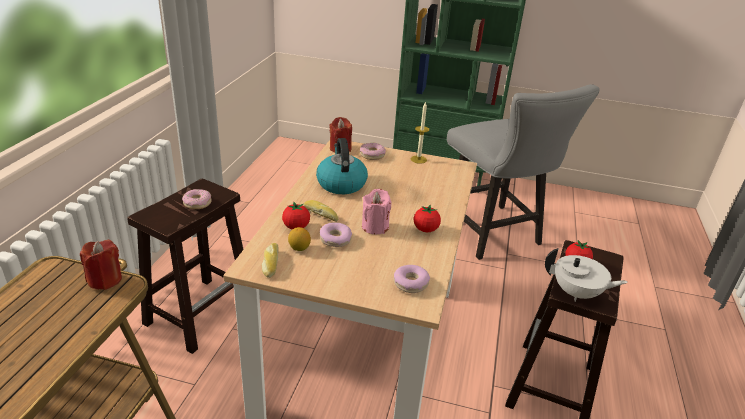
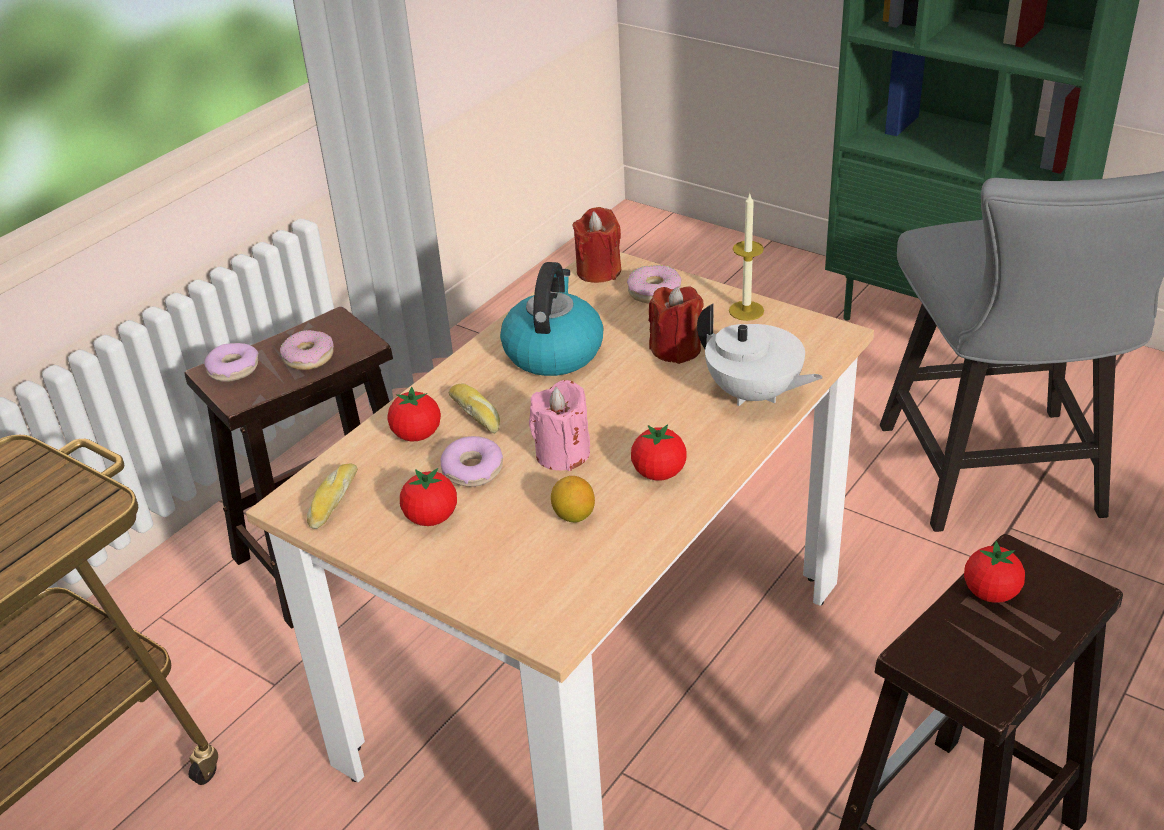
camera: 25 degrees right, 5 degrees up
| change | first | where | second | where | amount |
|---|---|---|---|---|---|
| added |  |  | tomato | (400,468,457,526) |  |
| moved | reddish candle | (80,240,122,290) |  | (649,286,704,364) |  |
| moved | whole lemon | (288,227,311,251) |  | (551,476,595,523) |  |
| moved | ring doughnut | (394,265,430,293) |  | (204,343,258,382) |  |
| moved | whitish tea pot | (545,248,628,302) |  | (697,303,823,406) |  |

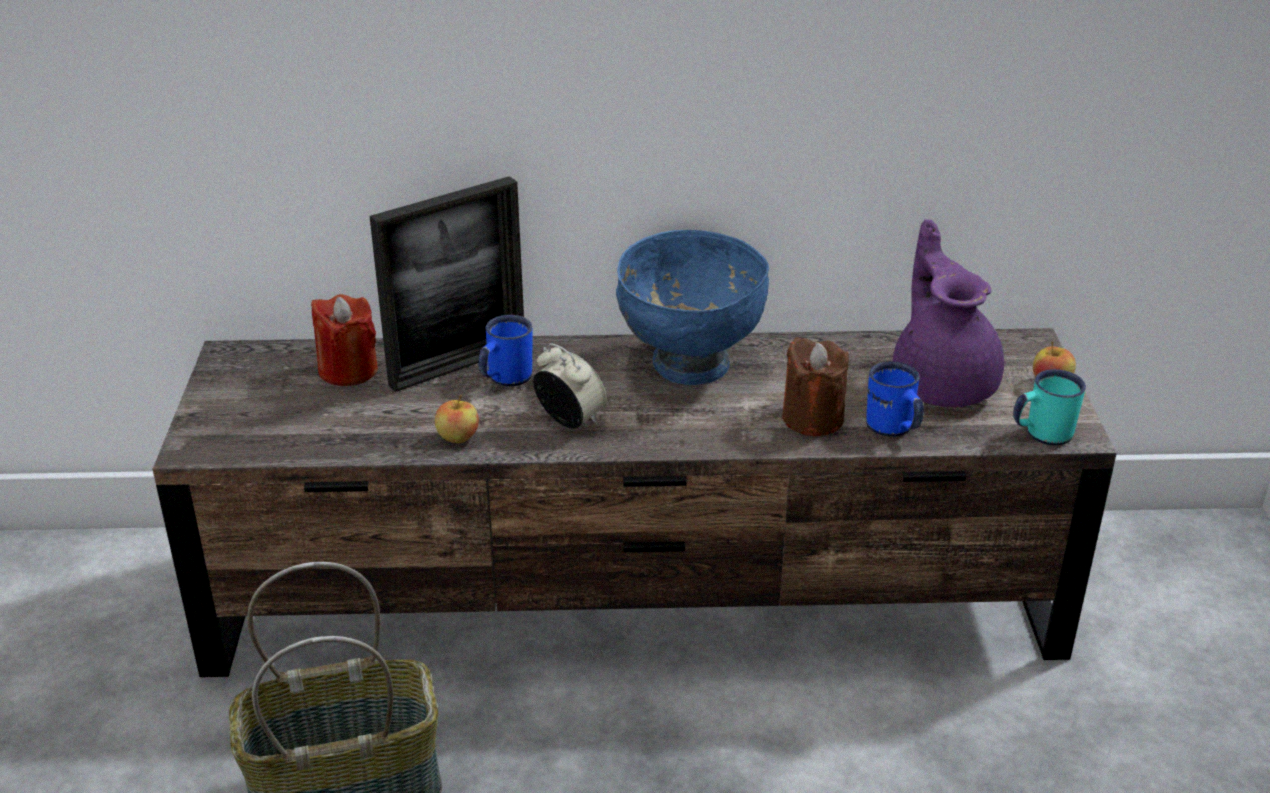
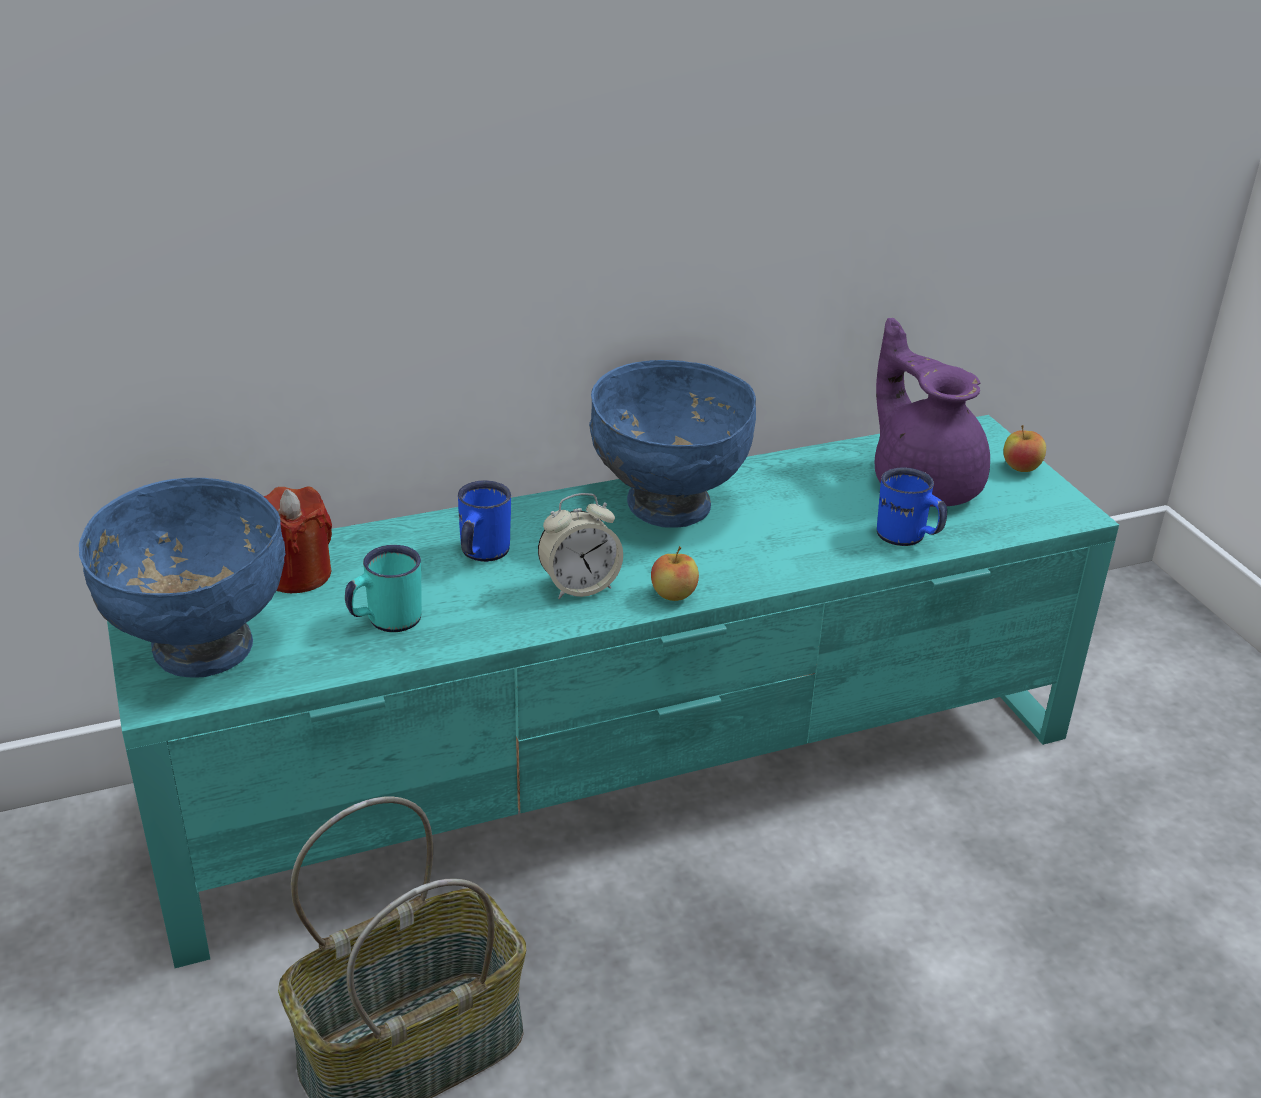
camera: 20 degrees left, 0 degrees up
| change | first | where | second | where | amount |
|---|---|---|---|---|---|
| removed | standing frame | (369,176,524,392) |  |  |  |
| removed | brown-coloured candle | (782,337,849,436) |  |  |  |
| added |  |  | blue-coloured deep dish | (79,478,286,678) |  |
| moved | apple fruit | (435,394,479,443) |  | (651,546,699,601) |  |
| moved | turquoise tea mug | (1013,369,1086,446) |  | (345,545,422,632) |  |
| recoloured | brown-coloured tv stand | (153,328,1117,677) | turquoise tv stand | (107,415,1119,968) |  |
| turned | alarm clock | (533,343,607,429) |  | (538,493,623,599) | 135 degrees clockwise |

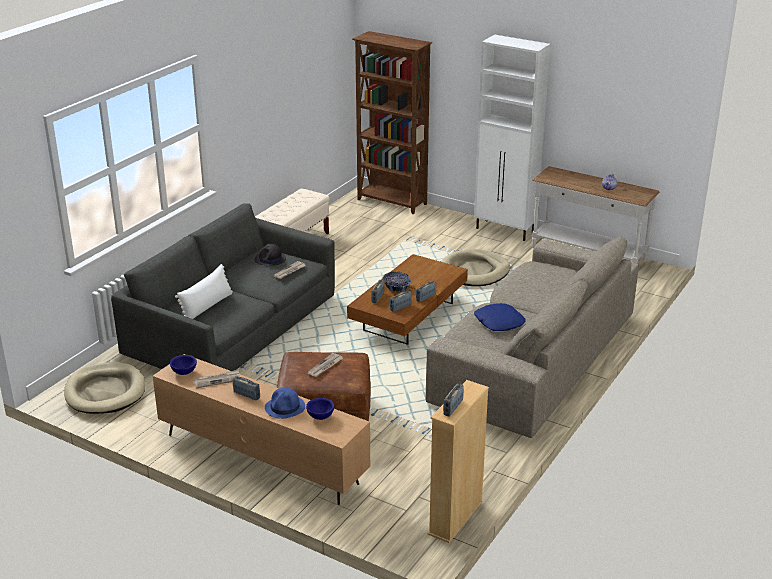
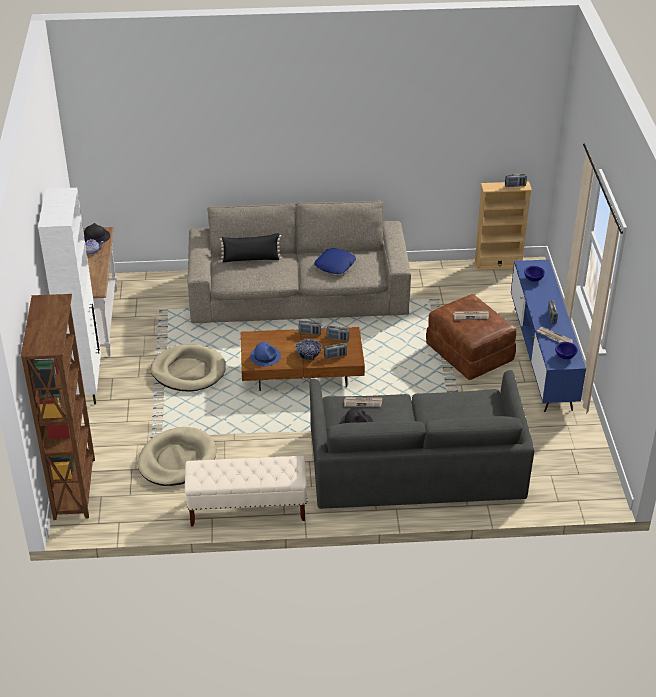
camera: 125 degrees left, 10 degrees up
| change | first | where | second | where | amount |
|---|---|---|---|---|---|
| removed | whitish throw pillow | (175,264,233,319) |  |  |  |
| added |  |  | black-coloured hat | (84,223,110,244) |  |
| added |  |  | black-coloured throw pillow | (220,233,281,263) |  |
| moved | beige-coloured dog bed | (64,362,146,414) |  | (138,427,216,486) |  |
| moved | blue-coloured hat | (265,387,305,419) |  | (250,342,281,367) |  |
| recoloured | brown-coloured tv stand | (153,354,370,505) | blue-coloured tv stand | (511,260,586,412) |  |

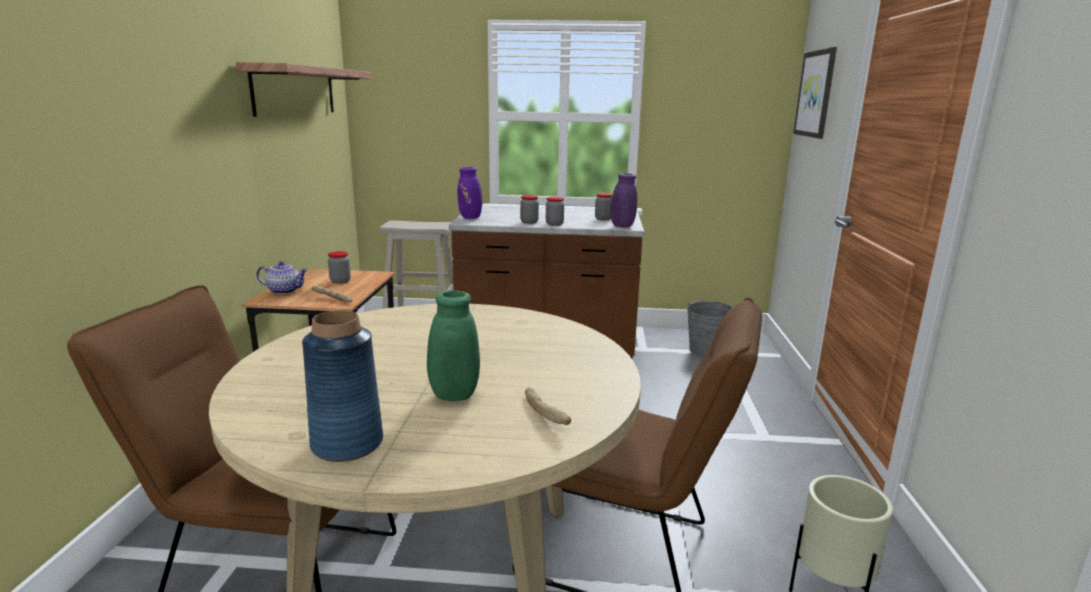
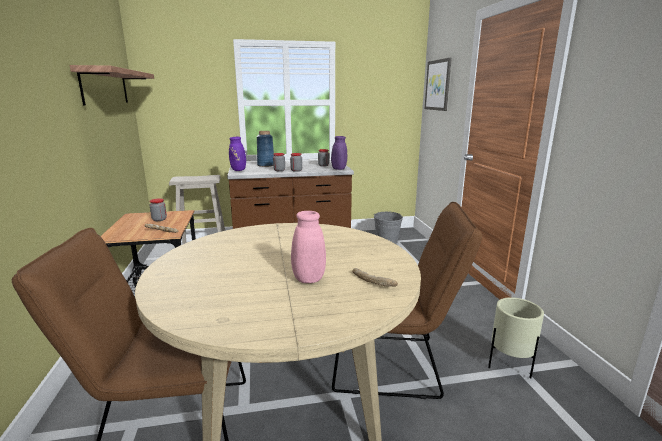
camera: 15 degrees left, 0 degrees up
| change | first | where | second | where | amount |
|---|---|---|---|---|---|
| removed | tea pot | (257,261,308,295) |  |  |  |
| moved | blue-coloured vase | (302,310,383,462) |  | (257,131,274,167) |  |
| recoloured | green-coloured vase | (394,291,480,401) | pink vase | (289,211,326,283) |  |

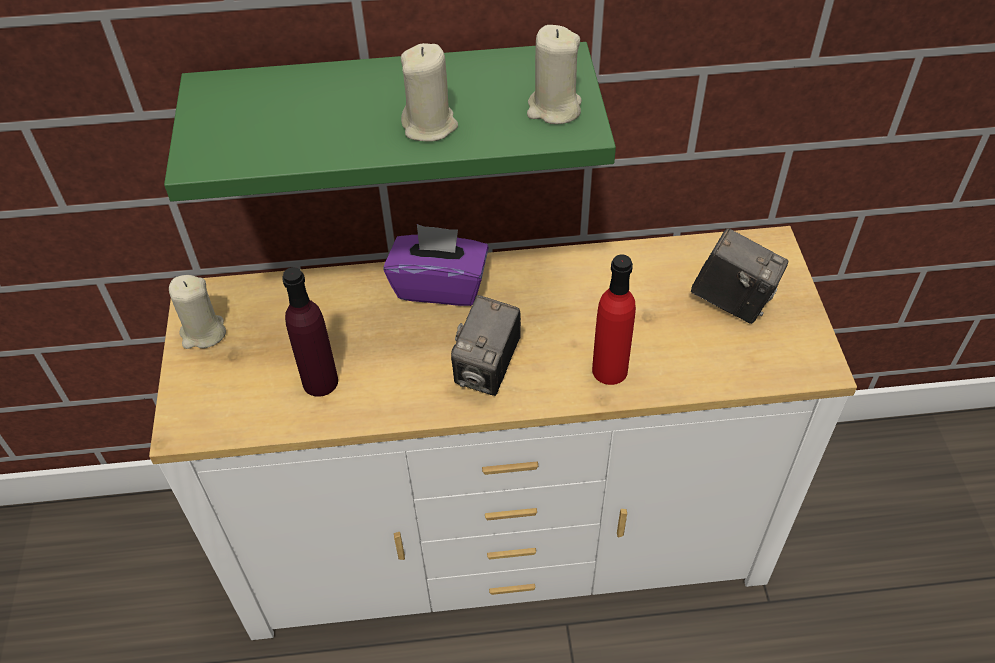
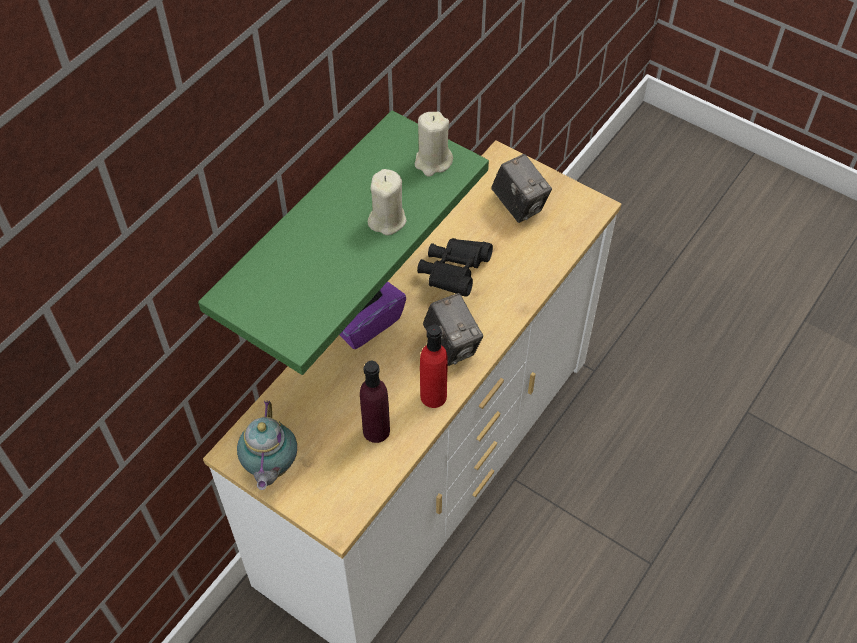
camera: 50 degrees left, 5 degrees up
| change | first | where | second | where | amount |
|---|---|---|---|---|---|
| added |  |  | black-coloured binoculars | (417,238,493,297) |  |
| moved | reddish bottle | (592,254,636,385) |  | (420,325,448,408) |  |
| replaced | beige-coloured candle | (169,275,226,349) | tea pot | (237,400,297,490) |  |
| turned | photo camera | (691,228,788,324) |  | (491,154,552,223) | 75 degrees clockwise |

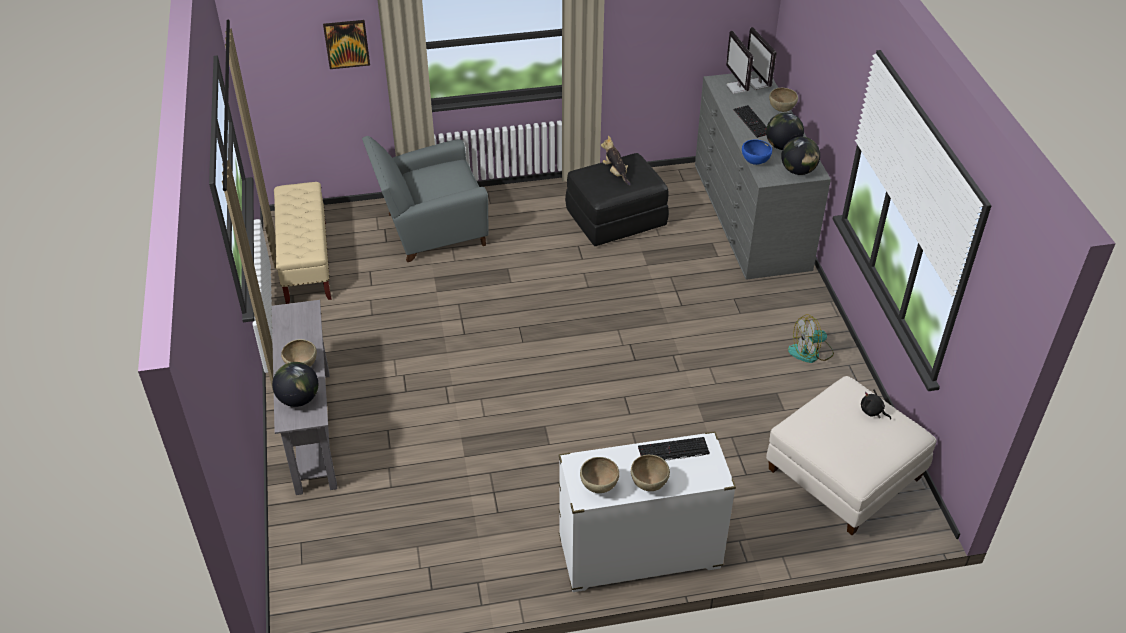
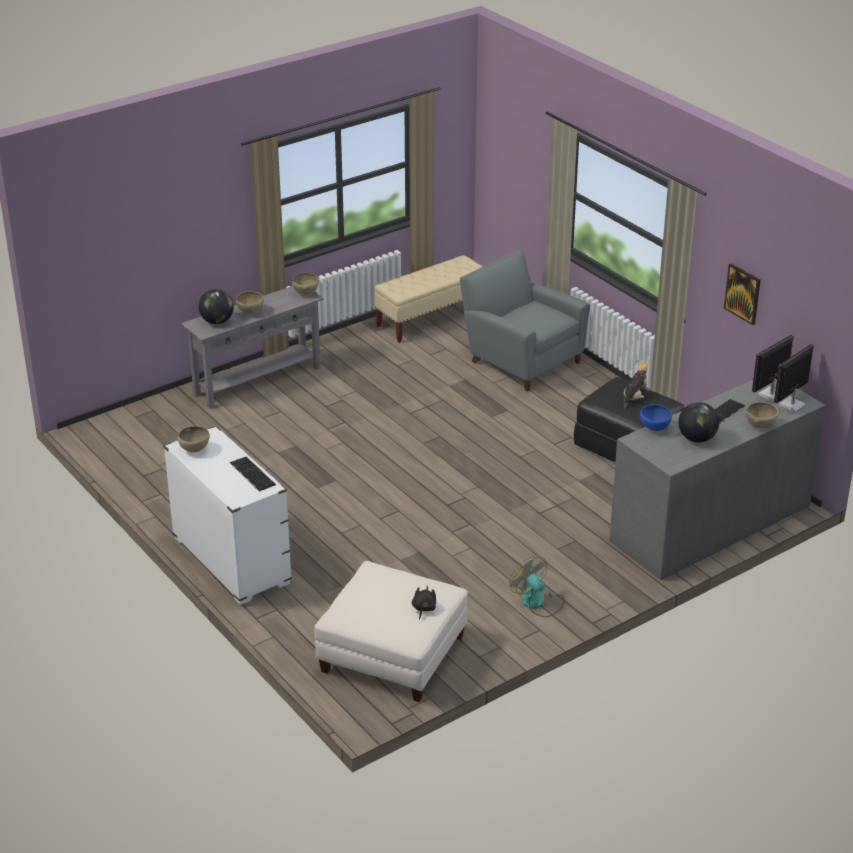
camera: 65 degrees right, 10 degrees down
| change | first | where | second | where | amount |
|---|---|---|---|---|---|
| removed | globe | (781,137,820,175) |  |  |  |
| moved | wall art | (323,20,370,69) |  | (724,264,761,325) |  |
| moved | brown-coloured deep dish | (631,455,670,491) |  | (292,273,319,295) |  |

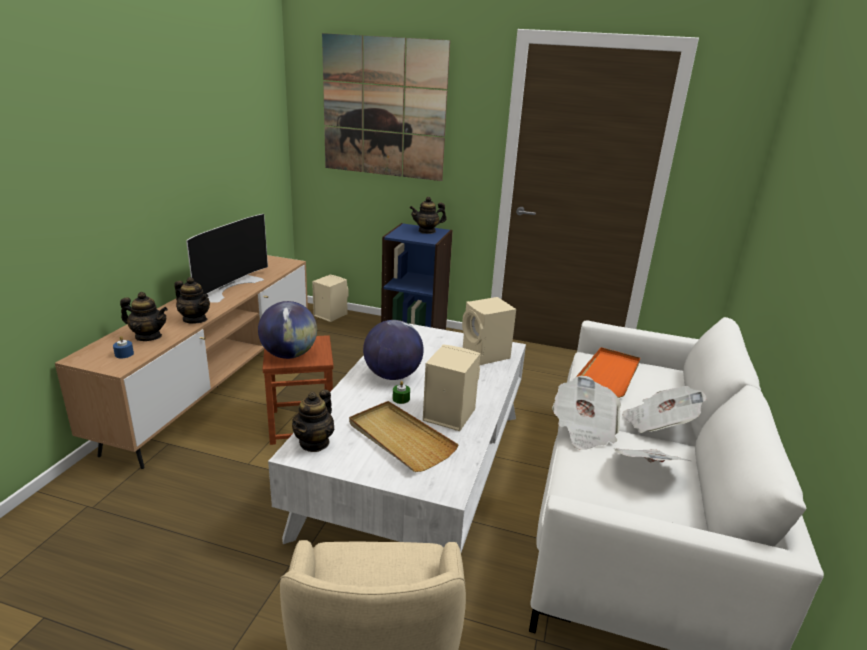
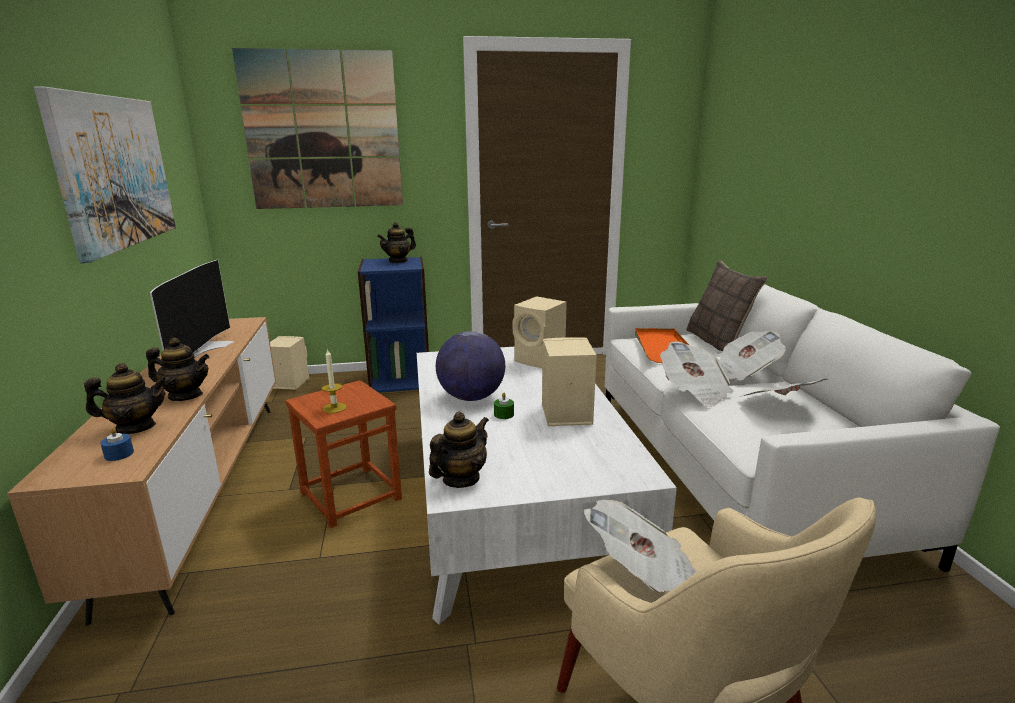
camera: 25 degrees left, 5 degrees down
| change | first | where | second | where | amount |
|---|---|---|---|---|---|
| removed | beige-coloured tray | (349,401,459,472) |  |  |  |
| added |  |  | wall art | (34,87,176,263) |  |
| added |  |  | daily paper | (584,500,697,592) |  |
| added |  |  | throw pillow | (687,260,768,351) |  |
| replaced | globe | (258,301,317,359) | candle | (322,348,347,413) |  |
| turned | tea pot | (292,389,335,452) |  | (429,412,489,488) | 135 degrees counterclockwise |

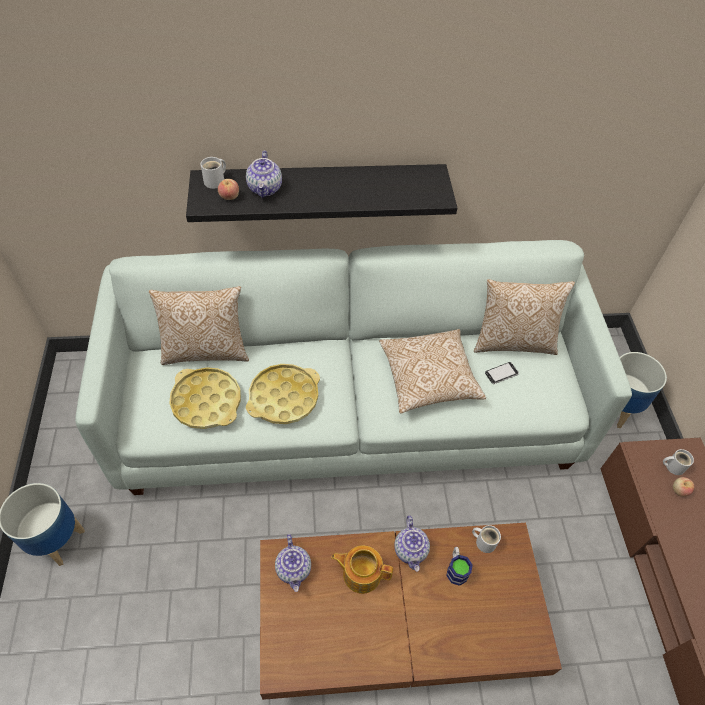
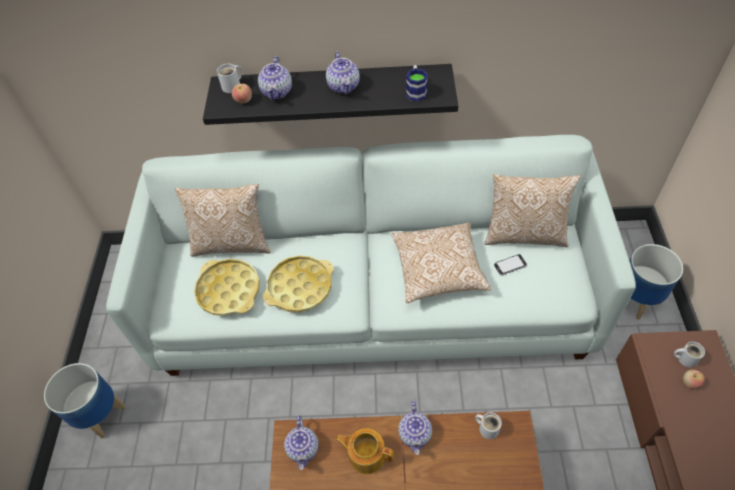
camera: 10 degrees right, 0 degrees up
| change | first | where | second | where | amount |
|---|---|---|---|---|---|
| added |  |  | tea pot | (326,51,360,94) |  |
| moved | tea mug | (446,547,473,586) |  | (406,65,428,102) |  |

